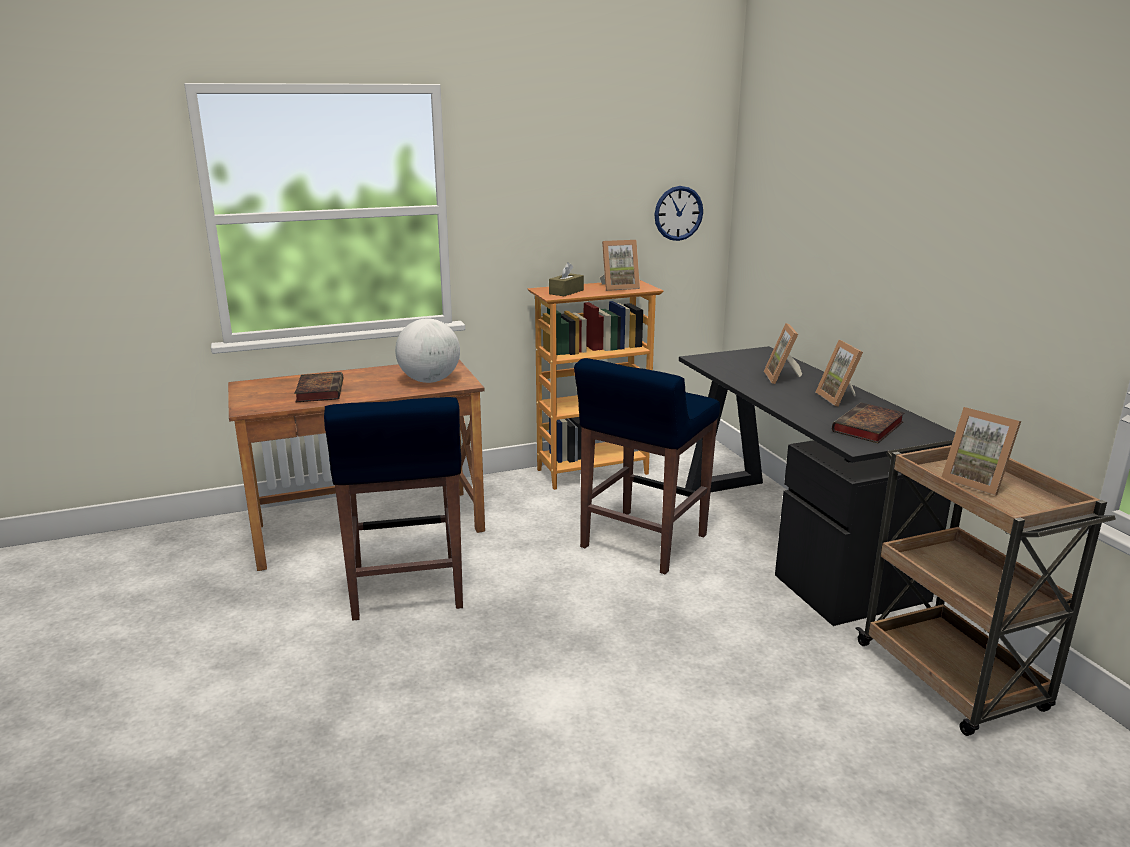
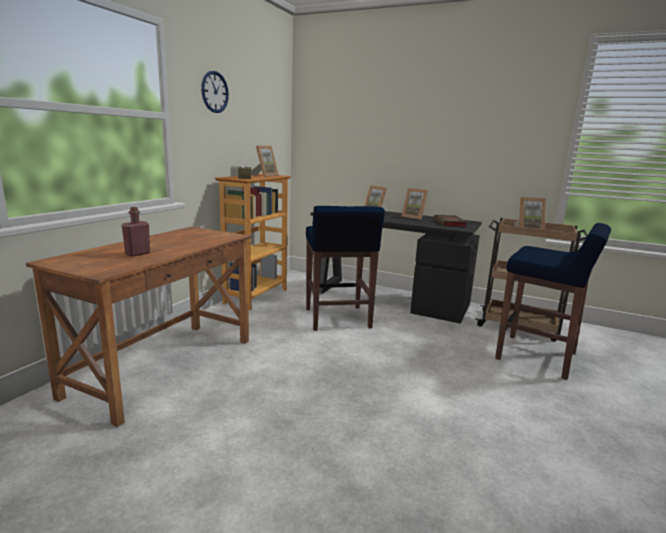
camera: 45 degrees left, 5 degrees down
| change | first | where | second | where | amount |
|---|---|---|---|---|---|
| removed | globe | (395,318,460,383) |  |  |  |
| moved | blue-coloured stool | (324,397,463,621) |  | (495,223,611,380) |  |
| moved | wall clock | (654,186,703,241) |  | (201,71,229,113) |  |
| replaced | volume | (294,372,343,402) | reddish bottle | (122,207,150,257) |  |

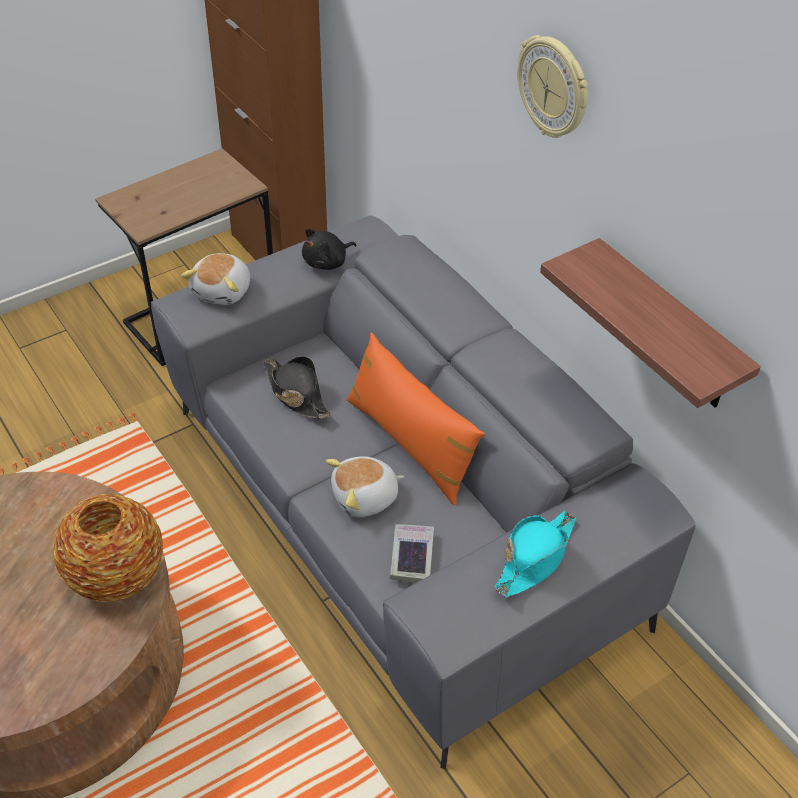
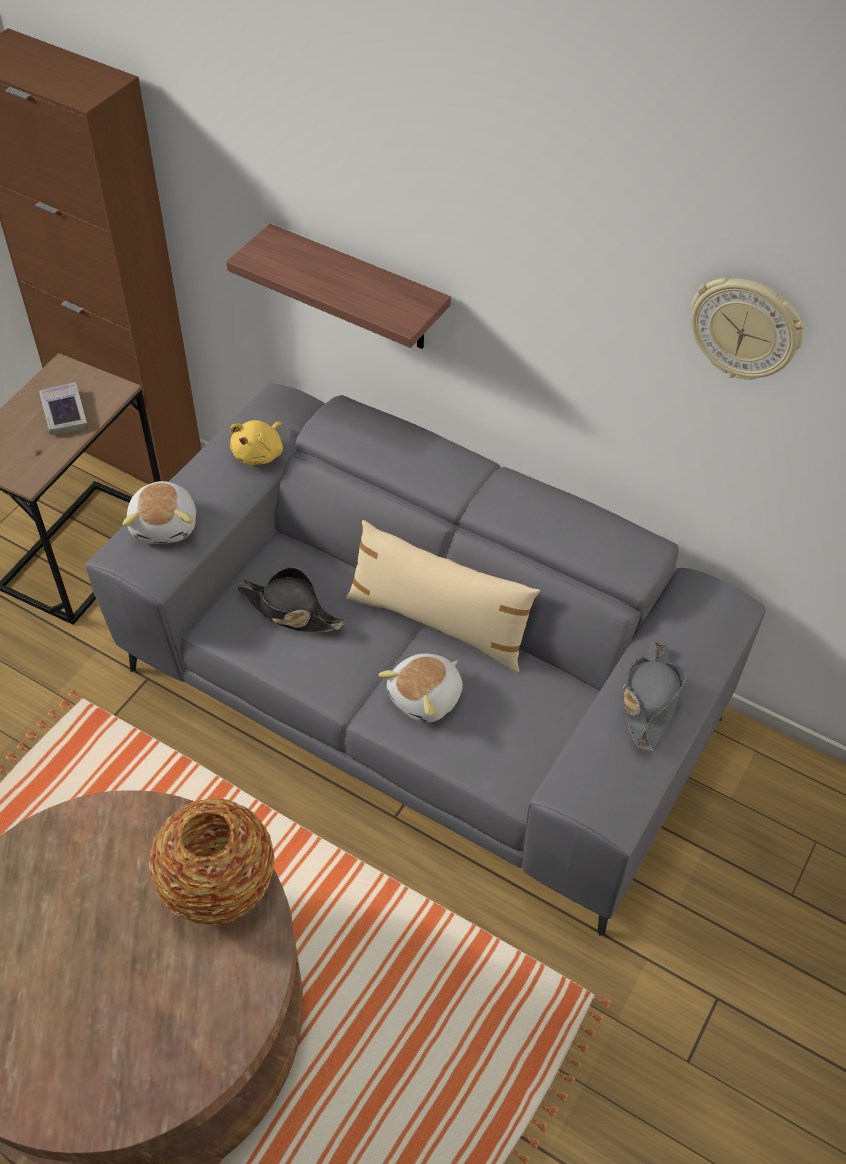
camera: 25 degrees left, 5 degrees up
| change | first | where | second | where | amount |
|---|---|---|---|---|---|
| moved | volume | (390,524,434,583) |  | (39,382,88,435) |  |
| moved | wall clock | (518,35,588,138) |  | (691,278,804,380) |  |
| moved | bracket shelf | (540,238,761,408) |  | (226,224,451,349) |  |
| recoloured | black-coloured soft toy | (302,228,356,270) | yellow-coloured soft toy | (230,420,283,465) |  |
| recoloured | orangey throw pillow | (346,333,485,506) | beige-coloured throw pillow | (346,520,540,672) |  |
| recoloured | turquoise hat | (494,511,576,597) | gray hat | (623,641,686,751) |  |

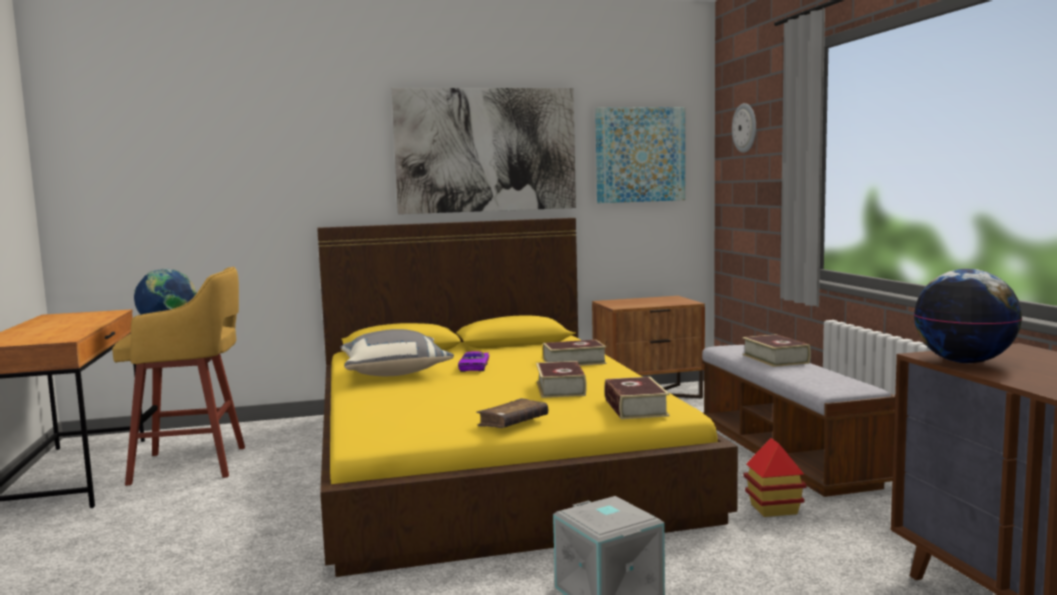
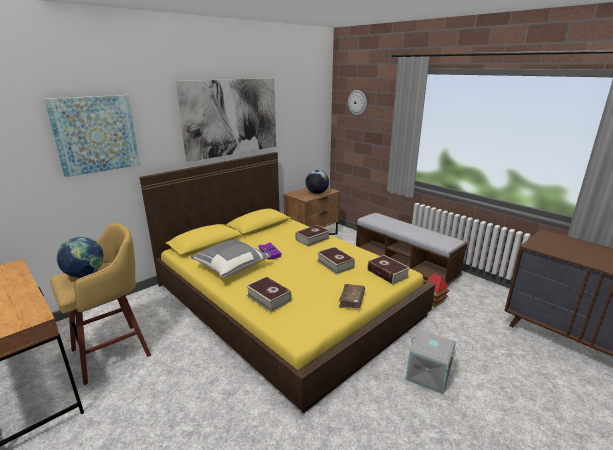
camera: 30 degrees left, 15 degrees up
| change | first | where | second | where | amount |
|---|---|---|---|---|---|
| moved | wall art | (595,107,685,203) |  | (44,95,140,177) |  |
| moved | volume | (742,334,811,367) |  | (246,276,292,312) |  |
| moved | globe | (914,269,1022,363) |  | (305,170,329,194) |  |

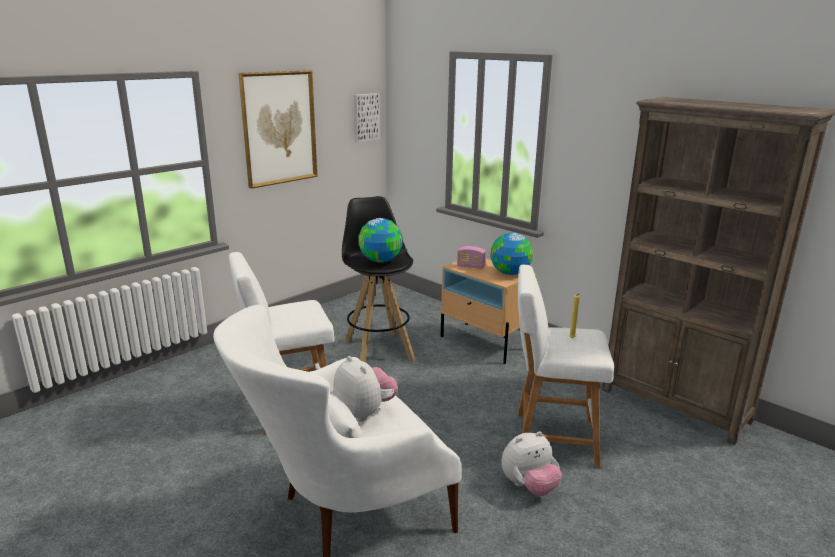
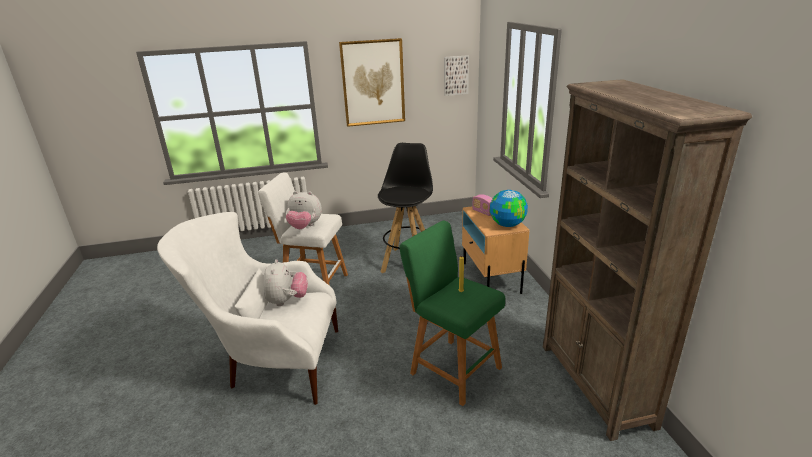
camera: 35 degrees right, 5 degrees up
| change | first | where | second | where | amount |
|---|---|---|---|---|---|
| removed | globe | (358,218,403,263) |  |  |  |
| moved | soft toy | (501,431,562,496) |  | (286,191,322,229) |  |
| recoloured | whitish stool | (517,265,614,468) | green-coloured stool | (400,221,505,406) |  |

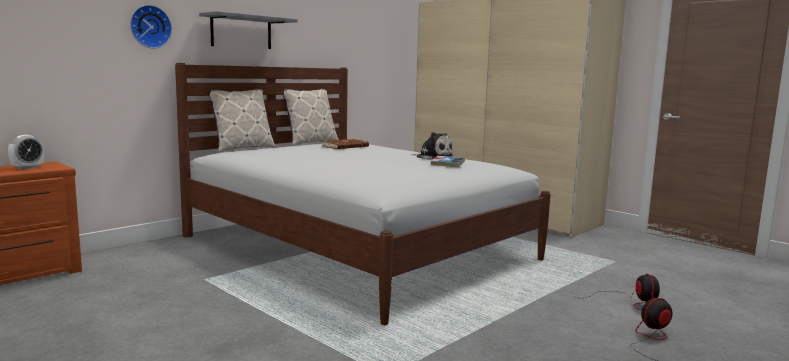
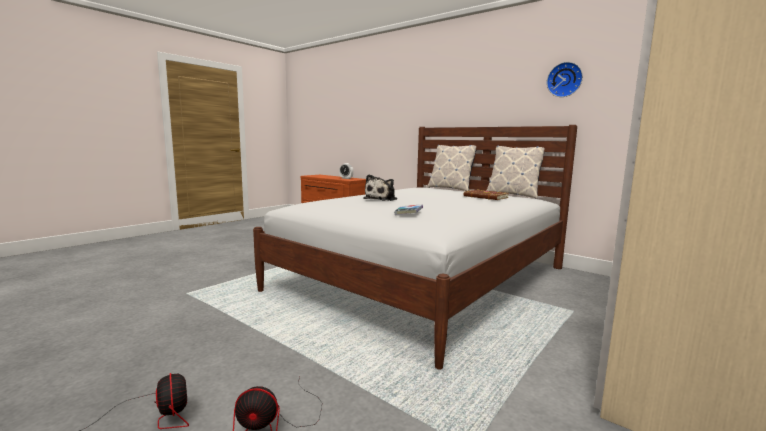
camera: 85 degrees right, 0 degrees up
| change | first | where | second | where | amount |
|---|---|---|---|---|---|
| removed | gray bracket shelf | (199,11,298,49) |  |  |  |
| moved | wall clock | (130,5,172,49) |  | (547,62,583,97) |  |
| moved | soft toy | (412,132,453,160) |  | (363,174,397,201) |  |

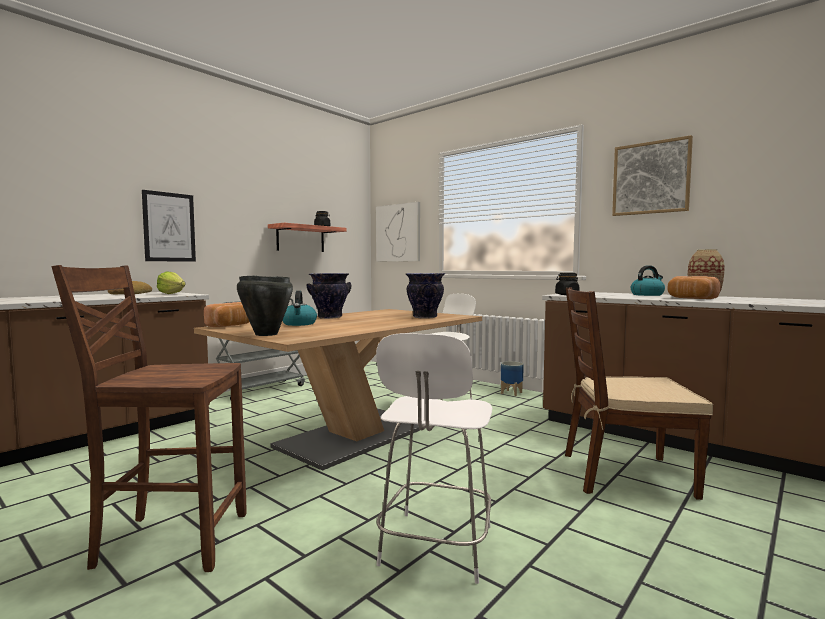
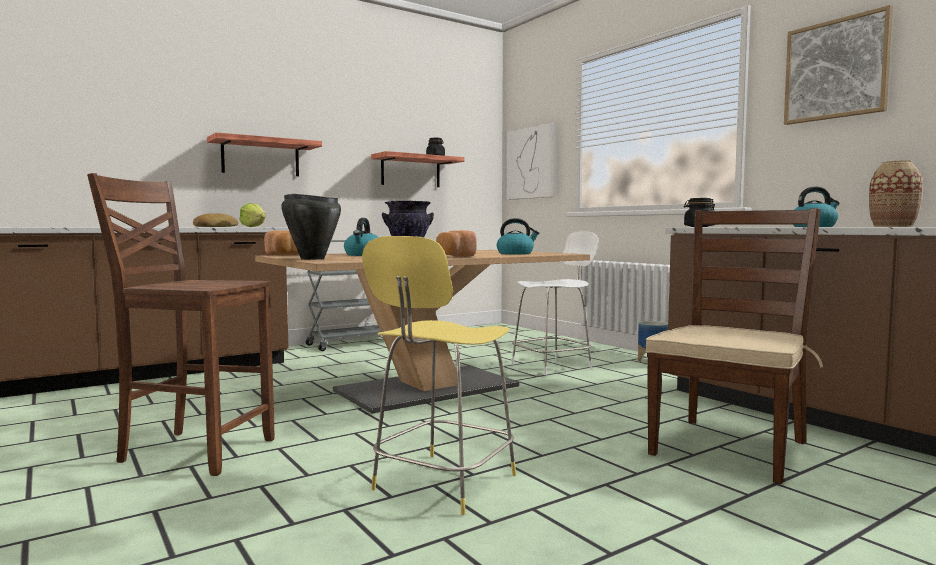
camera: 15 degrees right, 0 degrees up
| change | first | where | second | where | amount |
|---|---|---|---|---|---|
| moved | baked bread | (668,276,720,299) |  | (436,230,477,257) |  |
| replaced | wall art | (142,190,196,262) | bracket shelf | (207,132,322,176) |  |
| replaced | vase | (406,273,445,319) | tea kettle | (497,218,539,255) |  |
| recoloured | whitish stool | (376,333,492,584) | yellow-coloured stool | (362,236,516,515) |  |
| turned | brown-coloured chair | (565,287,714,500) |  | (645,208,823,484) | 105 degrees clockwise |

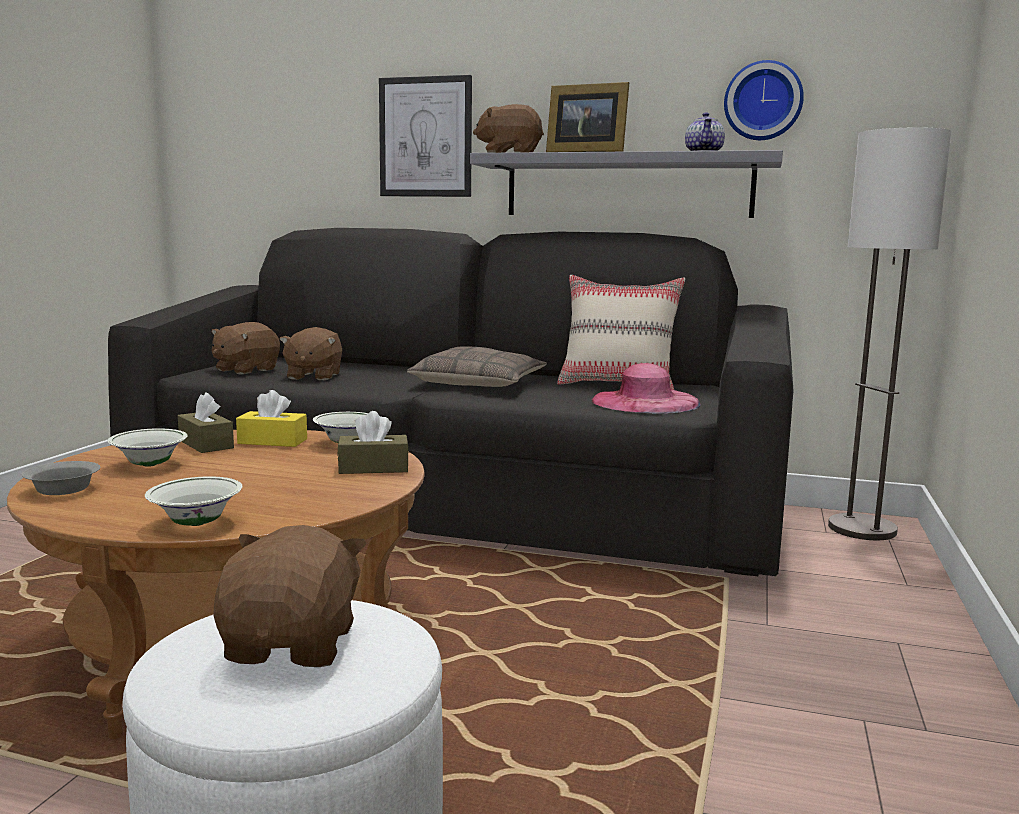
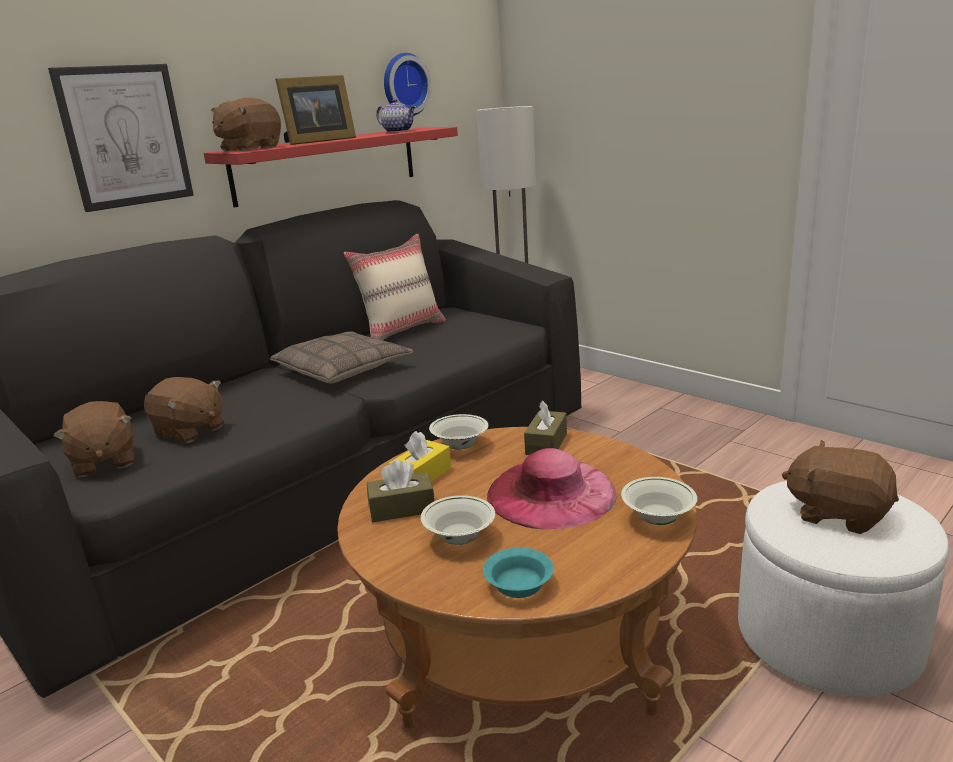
camera: 60 degrees left, 10 degrees up
| change | first | where | second | where | amount |
|---|---|---|---|---|---|
| moved | pink hat | (592,363,701,414) |  | (487,448,617,529) |  |
| recoloured | gray deep dish | (22,461,100,495) | turquoise deep dish | (483,548,554,598) |  |
| recoloured | gray bracket shelf | (470,150,783,218) | reddish bracket shelf | (204,127,458,207) |  |

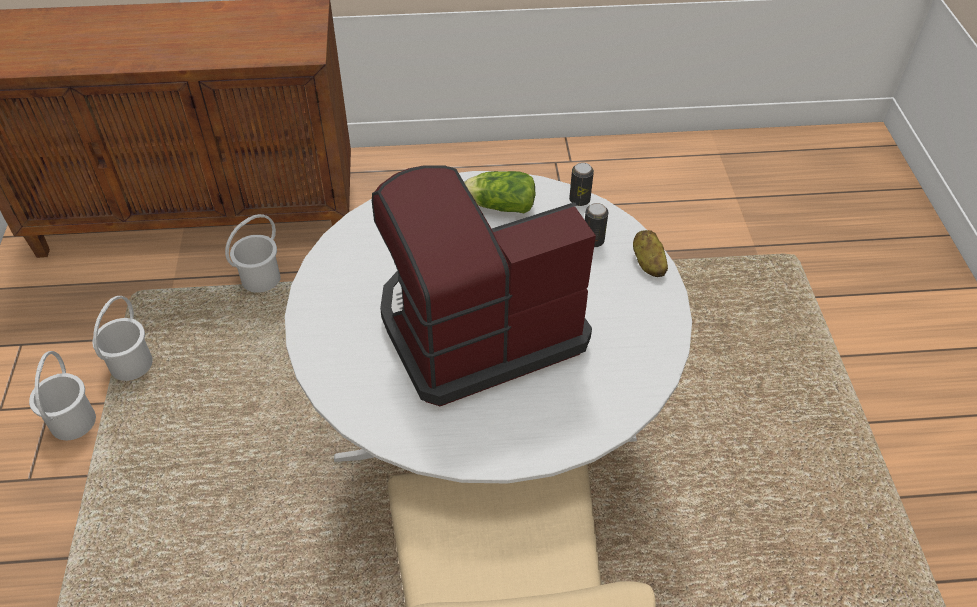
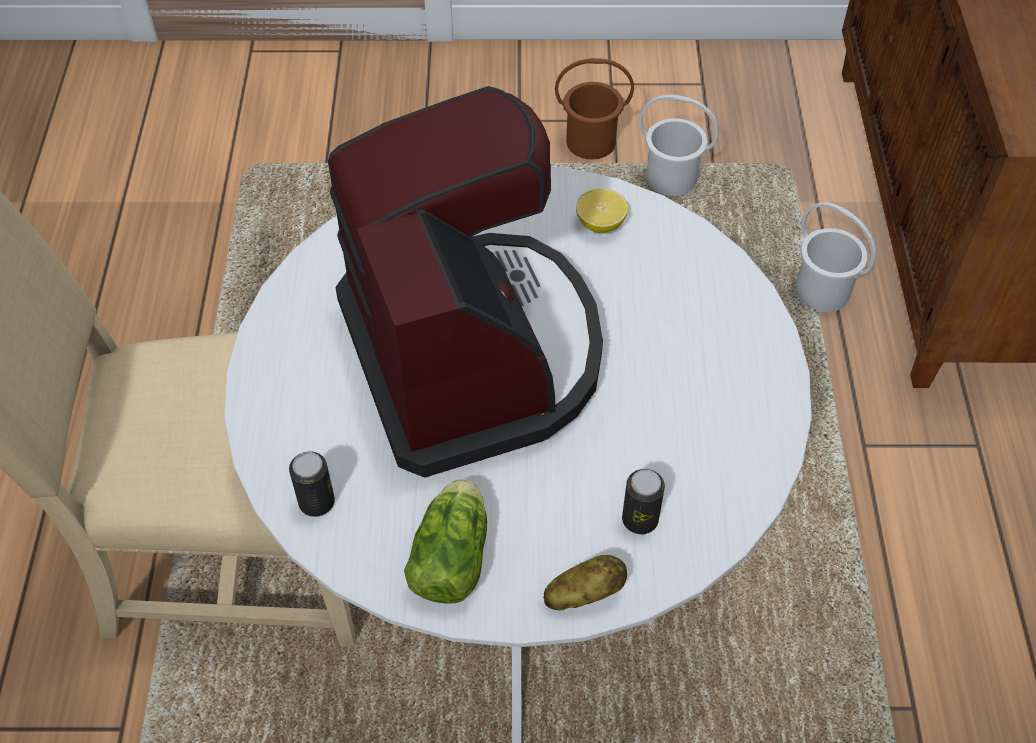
camera: 95 degrees right, 5 degrees up
| change | first | where | second | where | amount |
|---|---|---|---|---|---|
| added |  |  | whole lemon | (576,188,628,233) |  |
| moved | lettuce | (464,171,536,213) |  | (404,479,487,604) |  |
| moved | metal can | (569,162,594,206) |  | (289,451,335,517) |  |
| recoloured | whitish water bucket | (29,351,96,440) | brown-coloured water bucket | (555,58,634,159) |  |

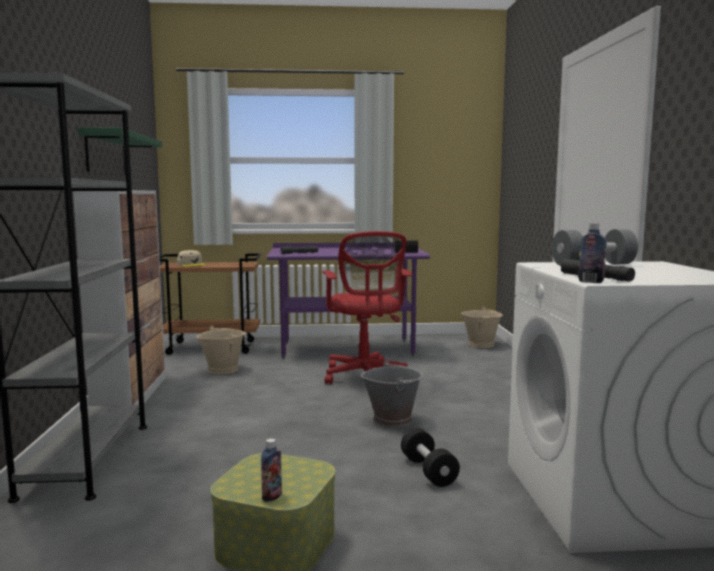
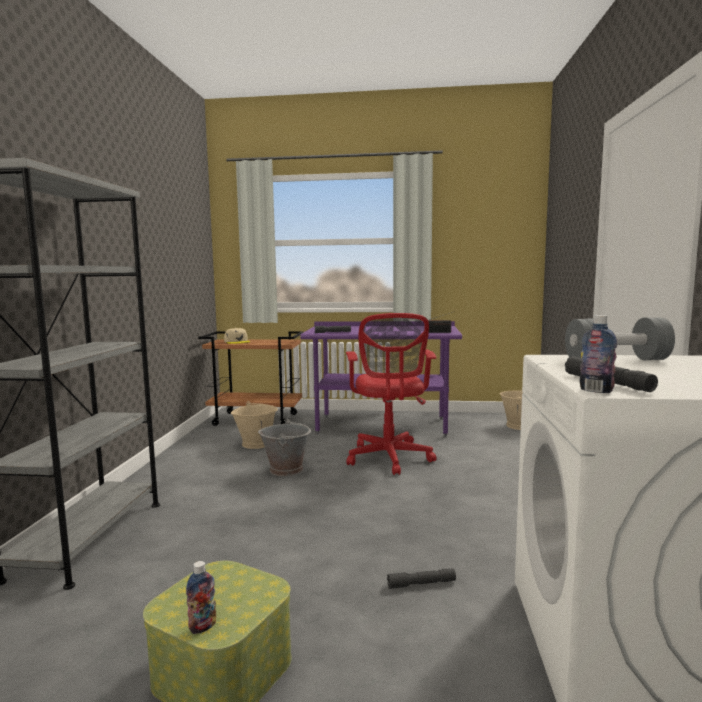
camera: 10 degrees right, 0 degrees up
| change | first | where | second | where | amount |
|---|---|---|---|---|---|
| removed | storage cabinet | (73,190,166,406) |  |  |  |
| removed | green-coloured bracket shelf | (78,127,162,175) |  |  |  |
| moved | gray water bucket | (361,361,423,428) |  | (258,419,311,476) |  |
| replaced | black-coloured free weight | (401,428,460,487) | gray flashlight | (387,568,456,589) |  |

